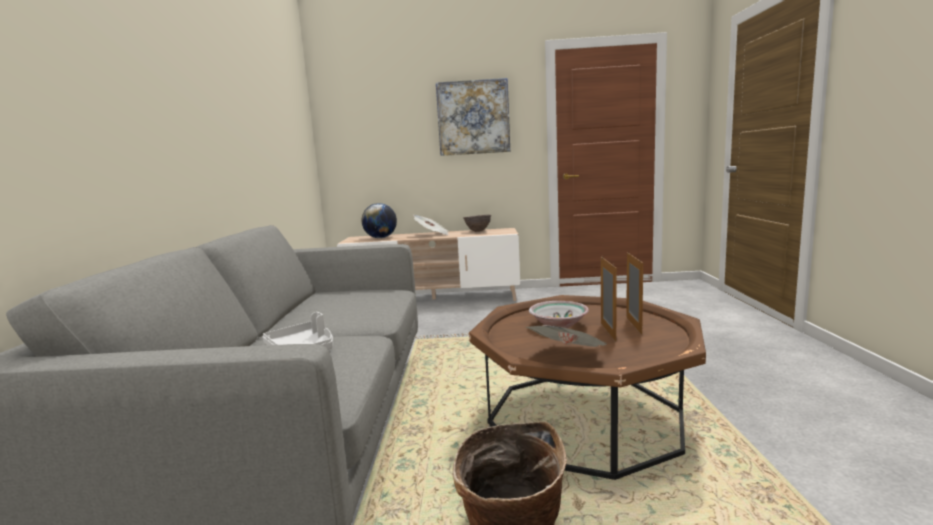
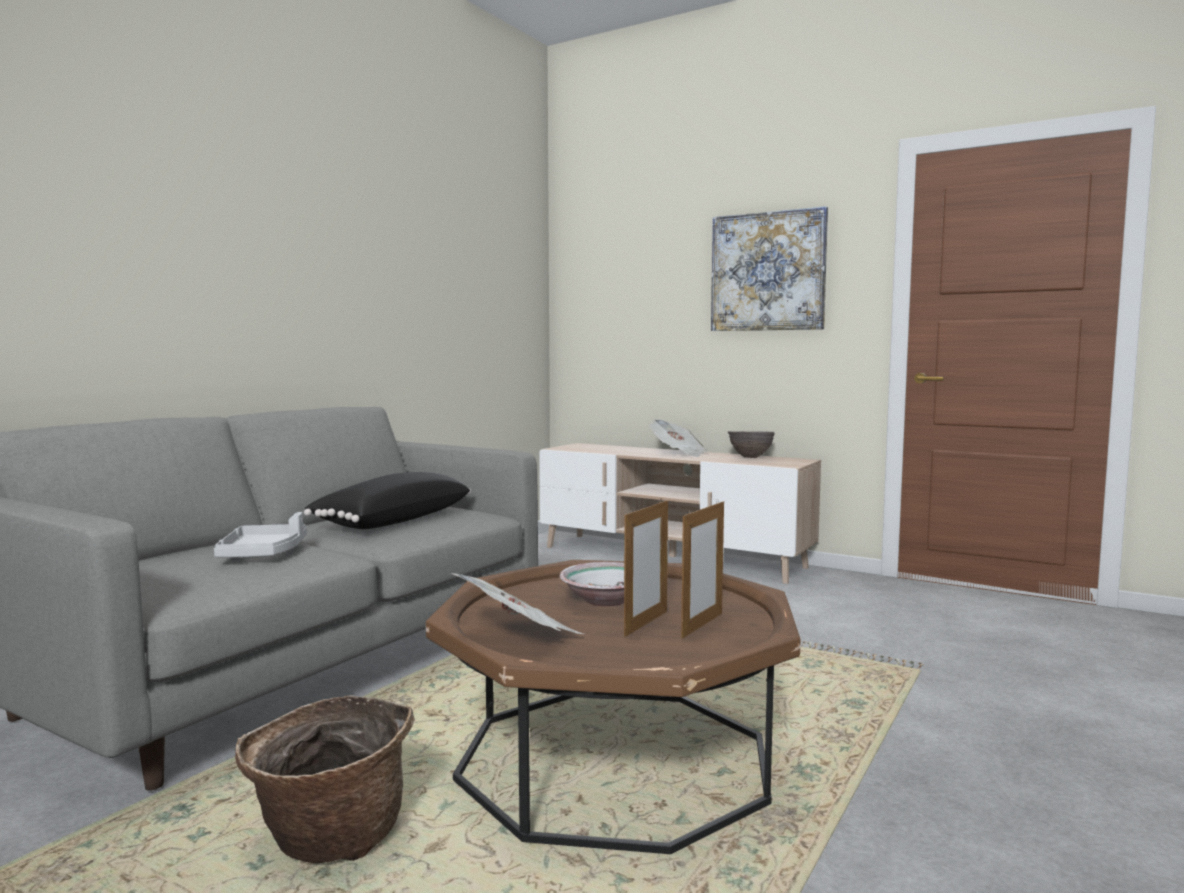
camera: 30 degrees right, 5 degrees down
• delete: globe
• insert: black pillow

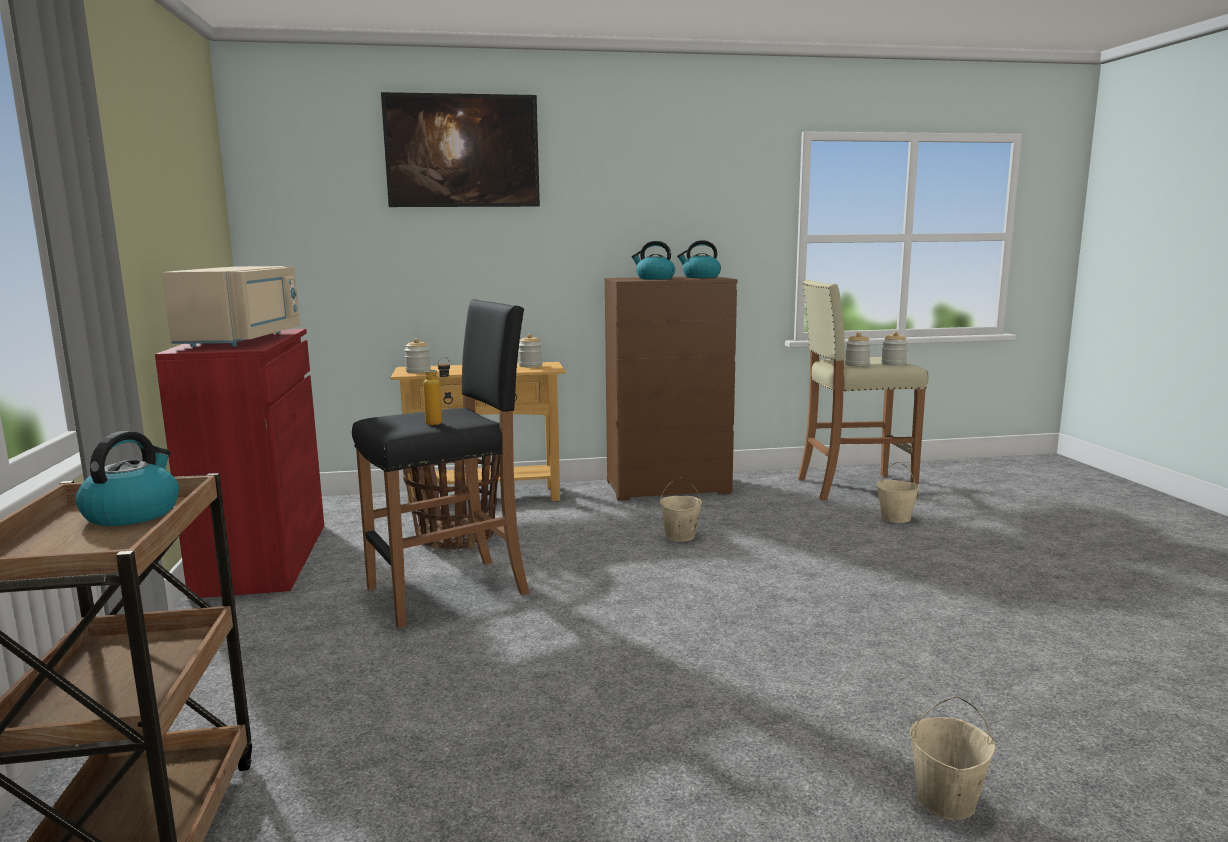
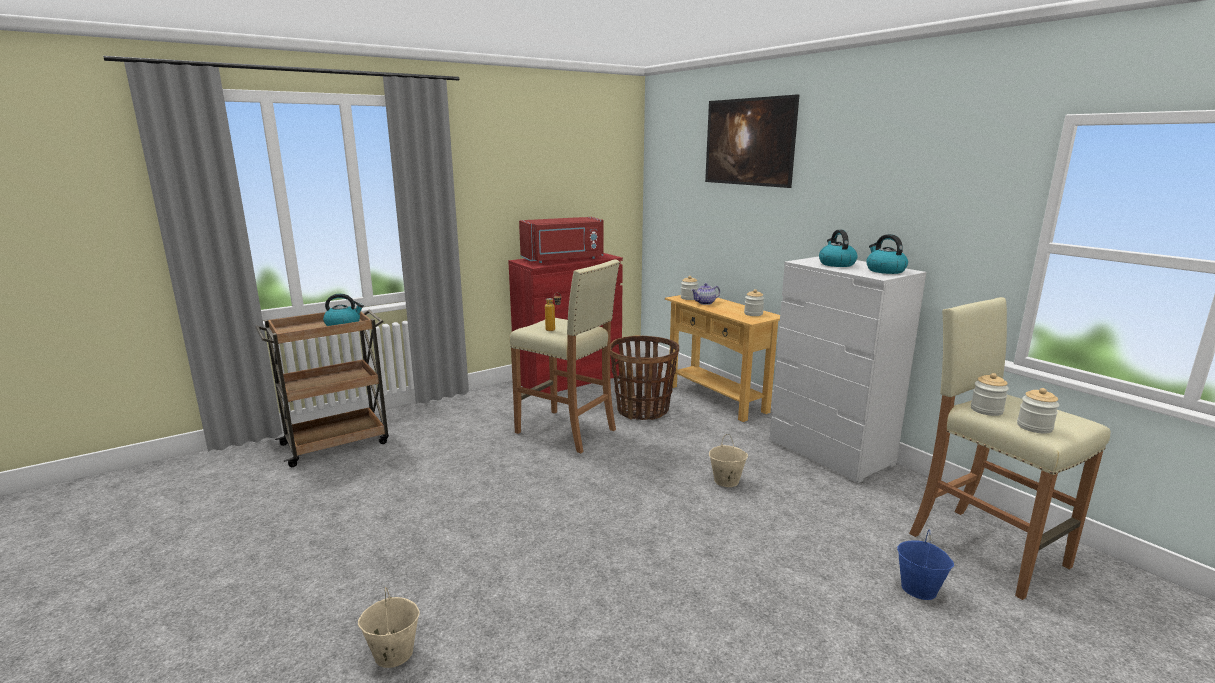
camera: 65 degrees right, 5 degrees up
• recolor: beige microwave to red microwave
• recolor: brown dresser to white dresser
• recolor: black stool to beige stool (1st from left)
• recolor: beige bucket (2nd from left) to blue bucket
• insert: teapot

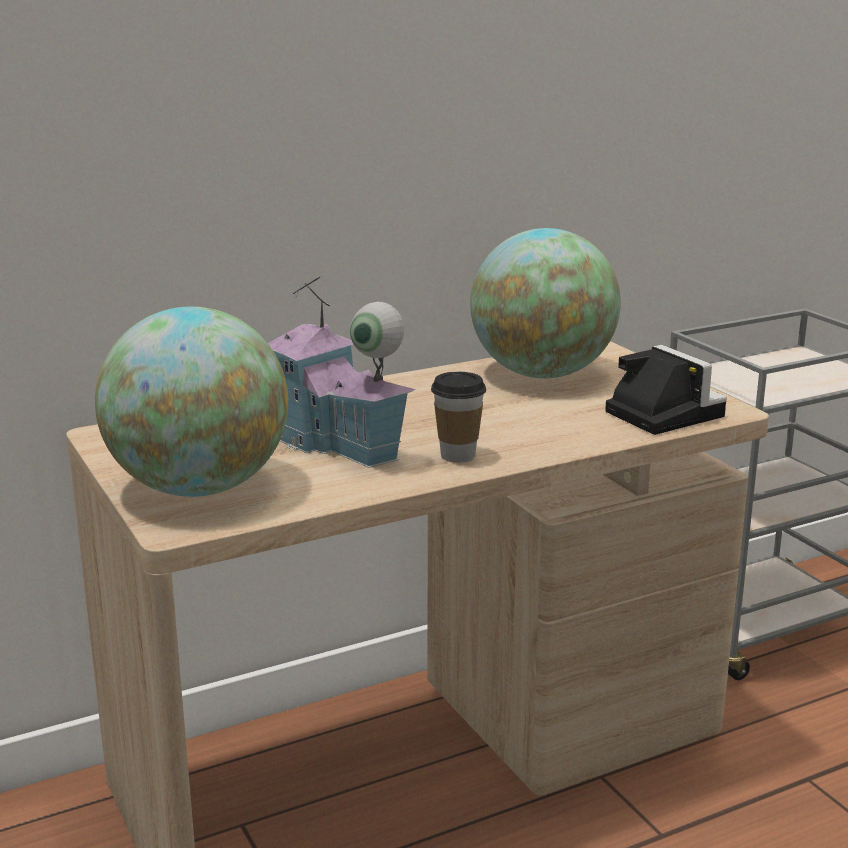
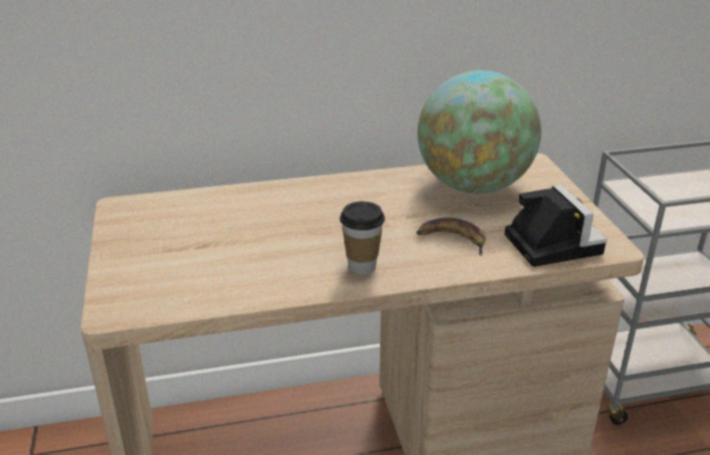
camera: 15 degrees right, 10 degrees up
• delete: toy house
• delete: globe (1st from left)
• insert: banana

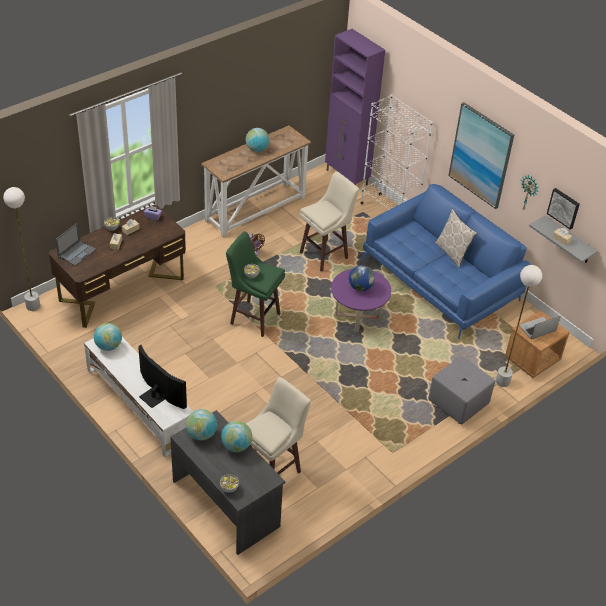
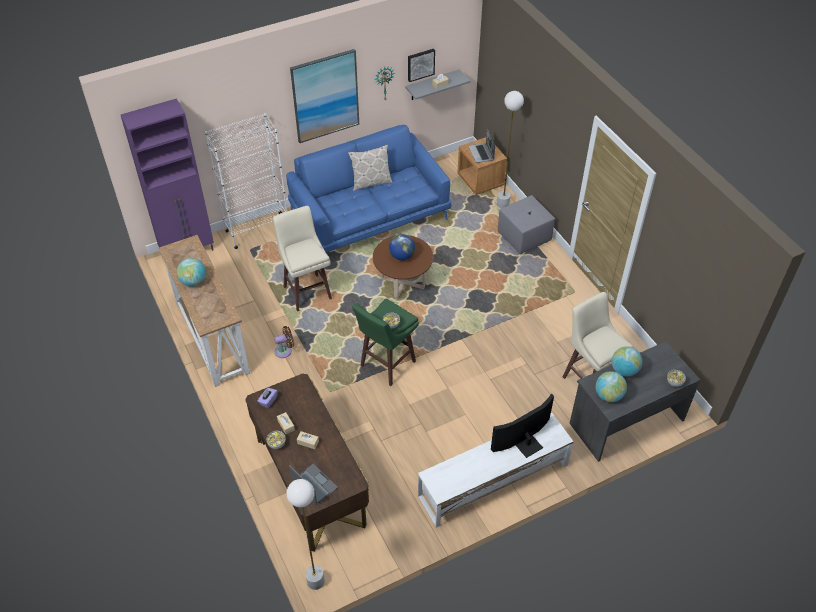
camera: 75 degrees left, 5 degrees up
• recolor: purple coffee table to brown coffee table
• delete: globe (1st from left)

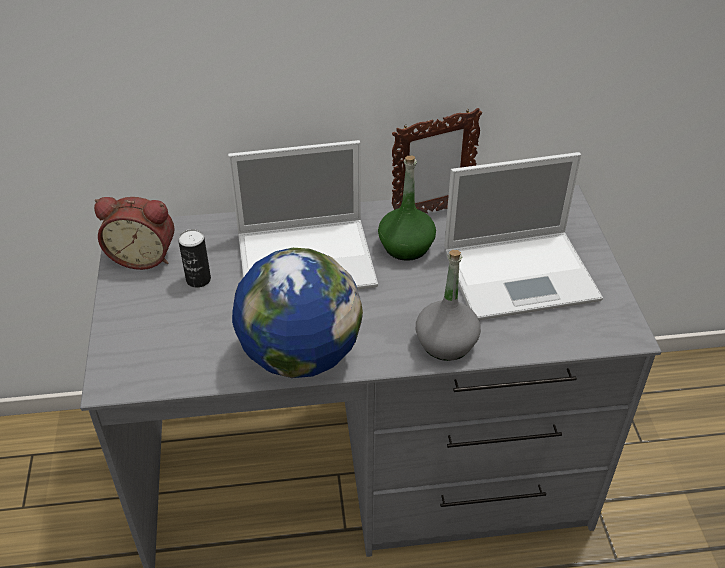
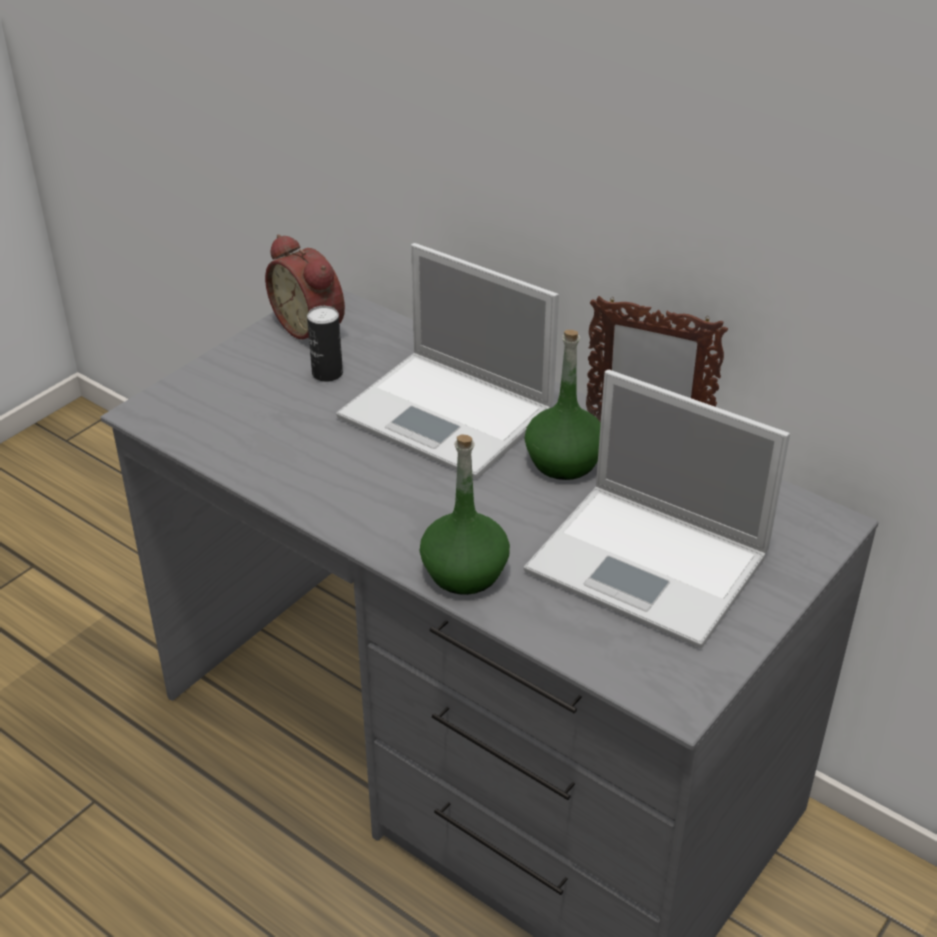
camera: 45 degrees right, 5 degrees down
• delete: globe
• recolor: grey bottle to green bottle (1st from left)

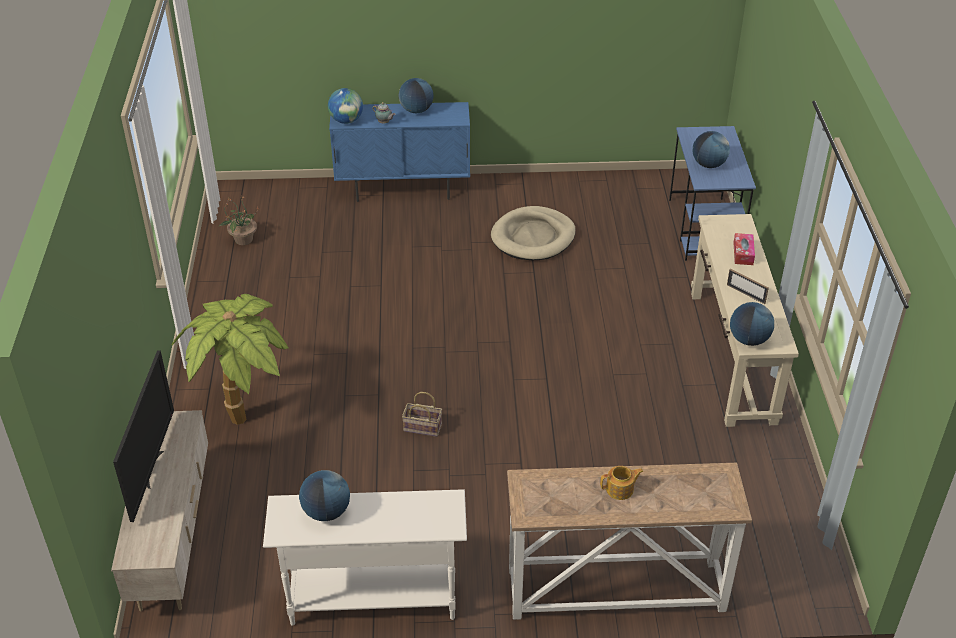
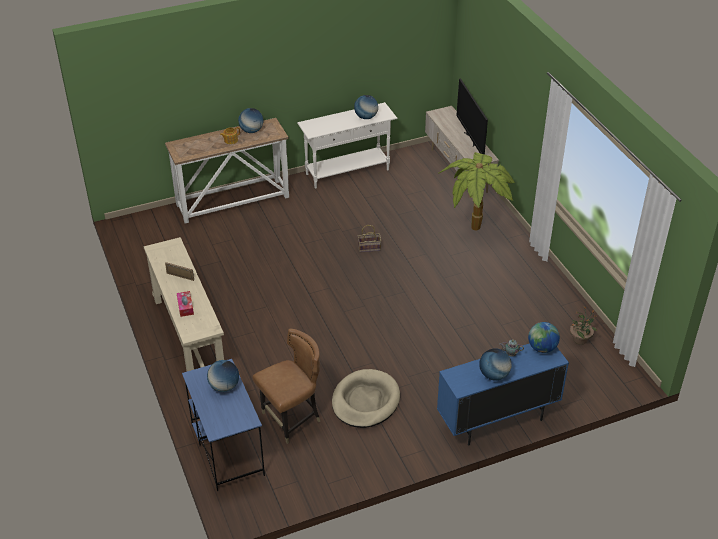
camera: 160 degrees right, 0 degrees up
• move: globe (5th from left in the first image) to globe (2nd from left)
• insert: brown chair

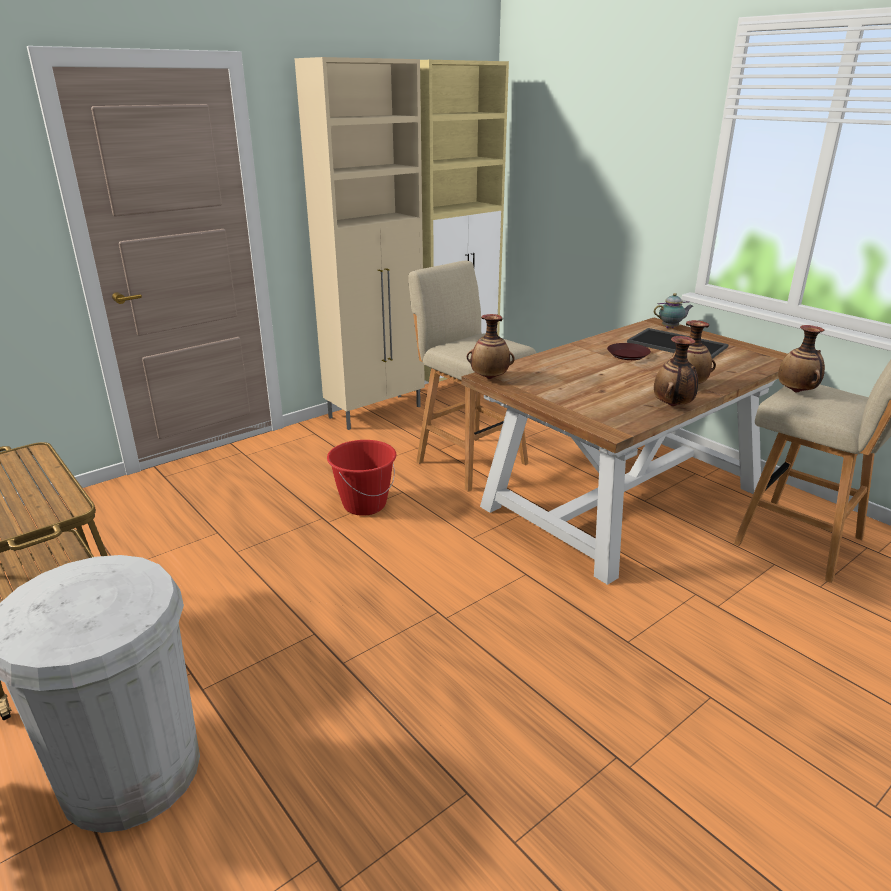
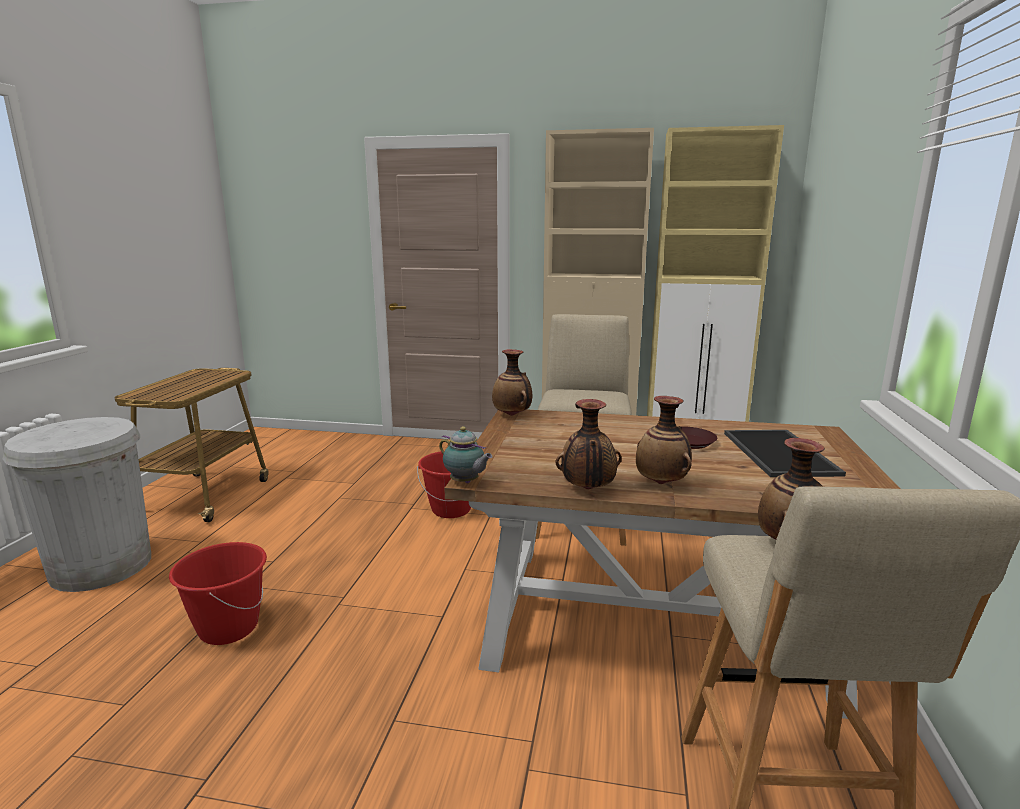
camera: 50 degrees right, 10 degrees down
• move: teapot
• insert: red bucket (1st from left)

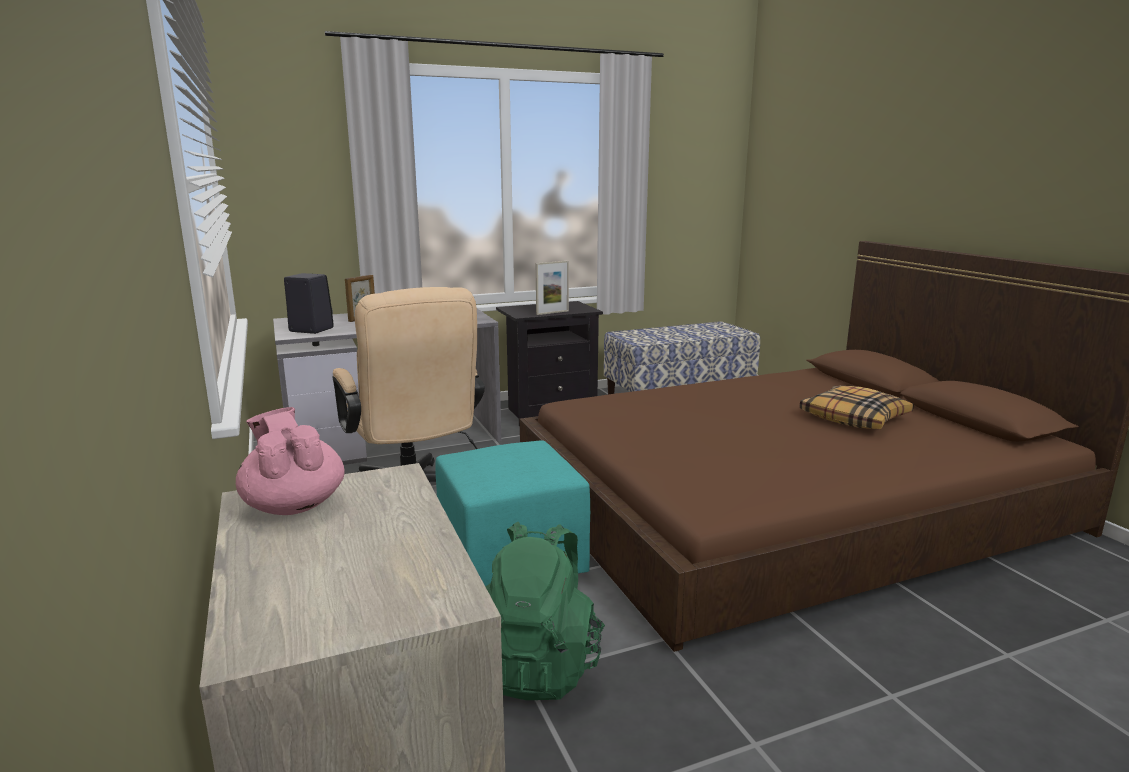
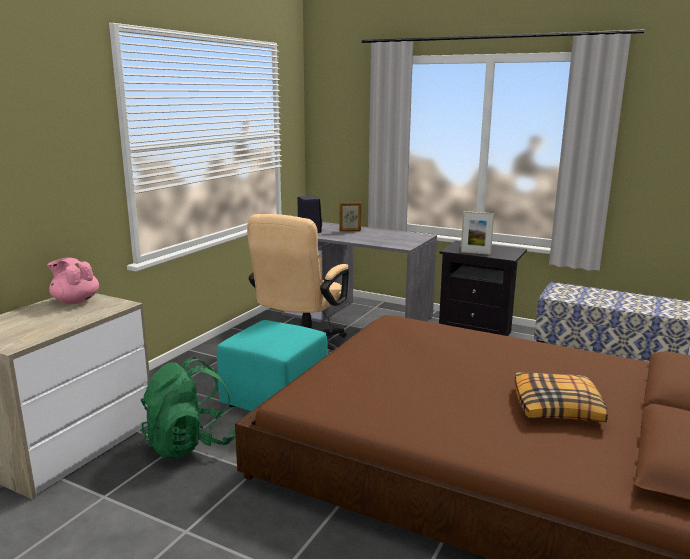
camera: 50 degrees right, 0 degrees up
• rotate: pink teapot 75 degrees counterclockwise

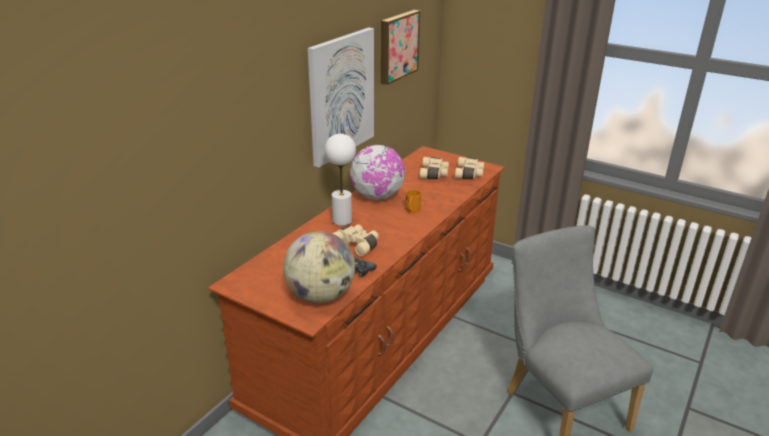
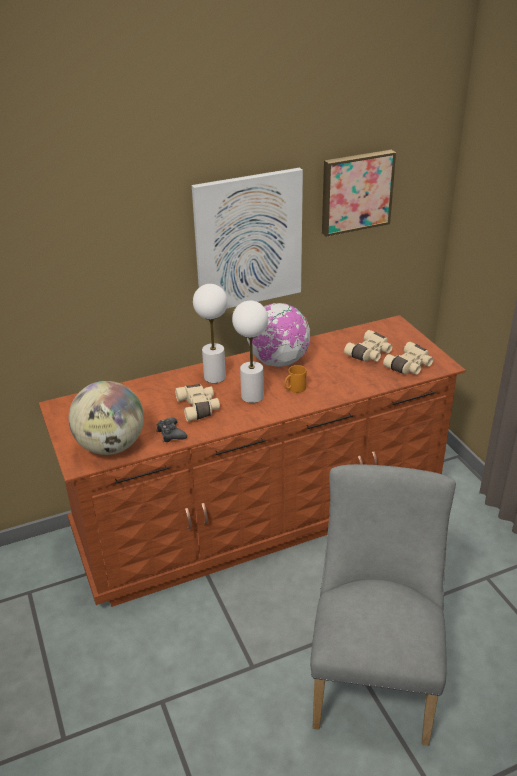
camera: 35 degrees right, 5 degrees up
• insert: white table lamp (2nd from left)

